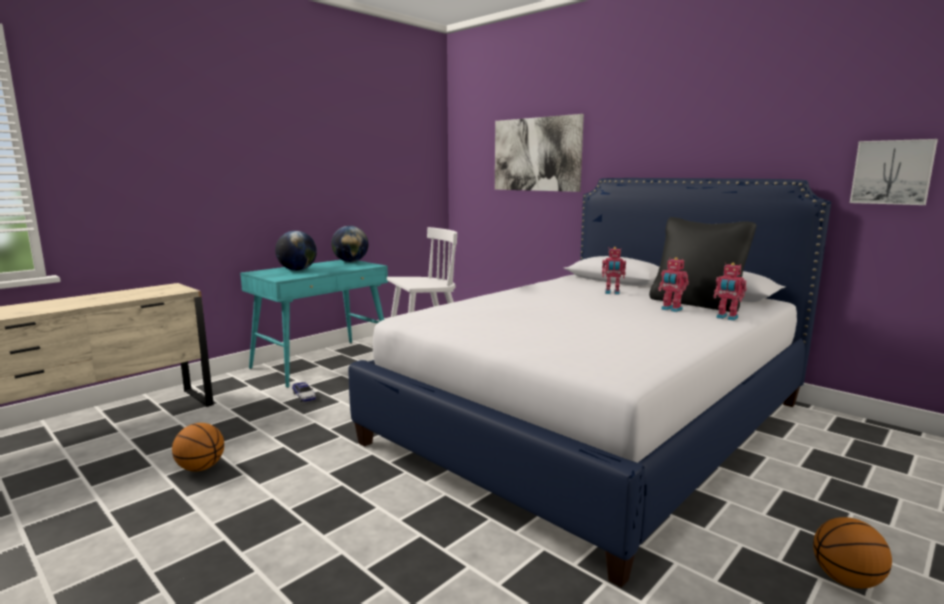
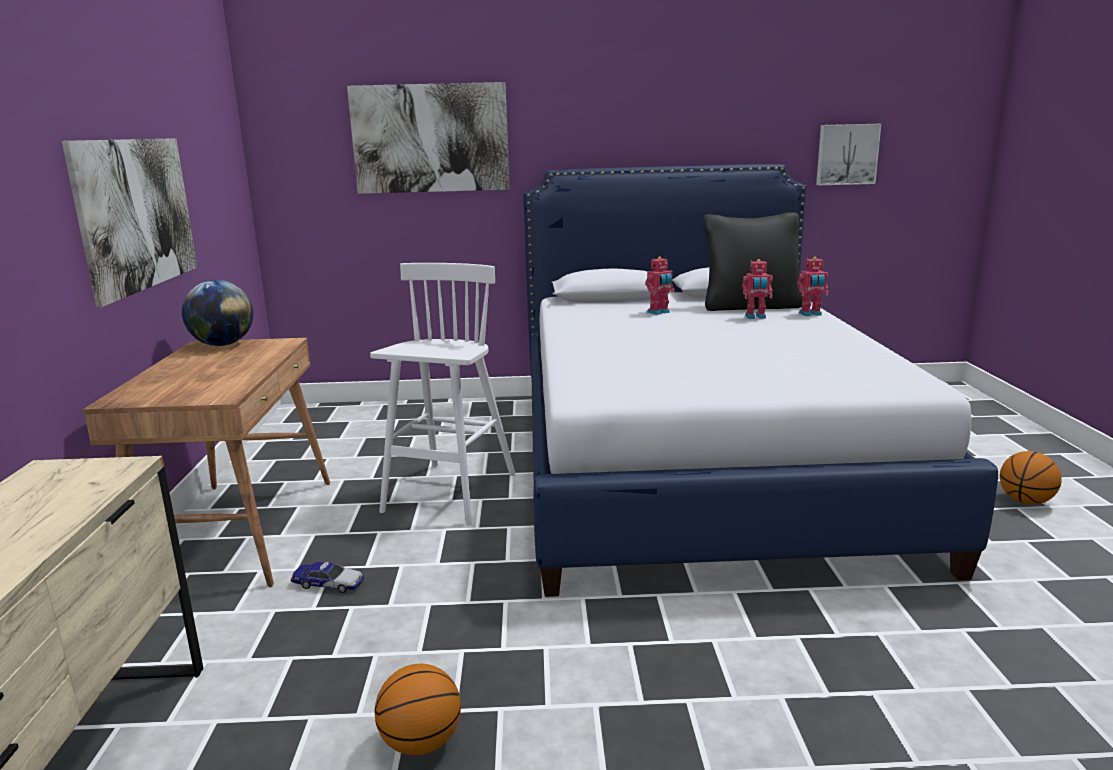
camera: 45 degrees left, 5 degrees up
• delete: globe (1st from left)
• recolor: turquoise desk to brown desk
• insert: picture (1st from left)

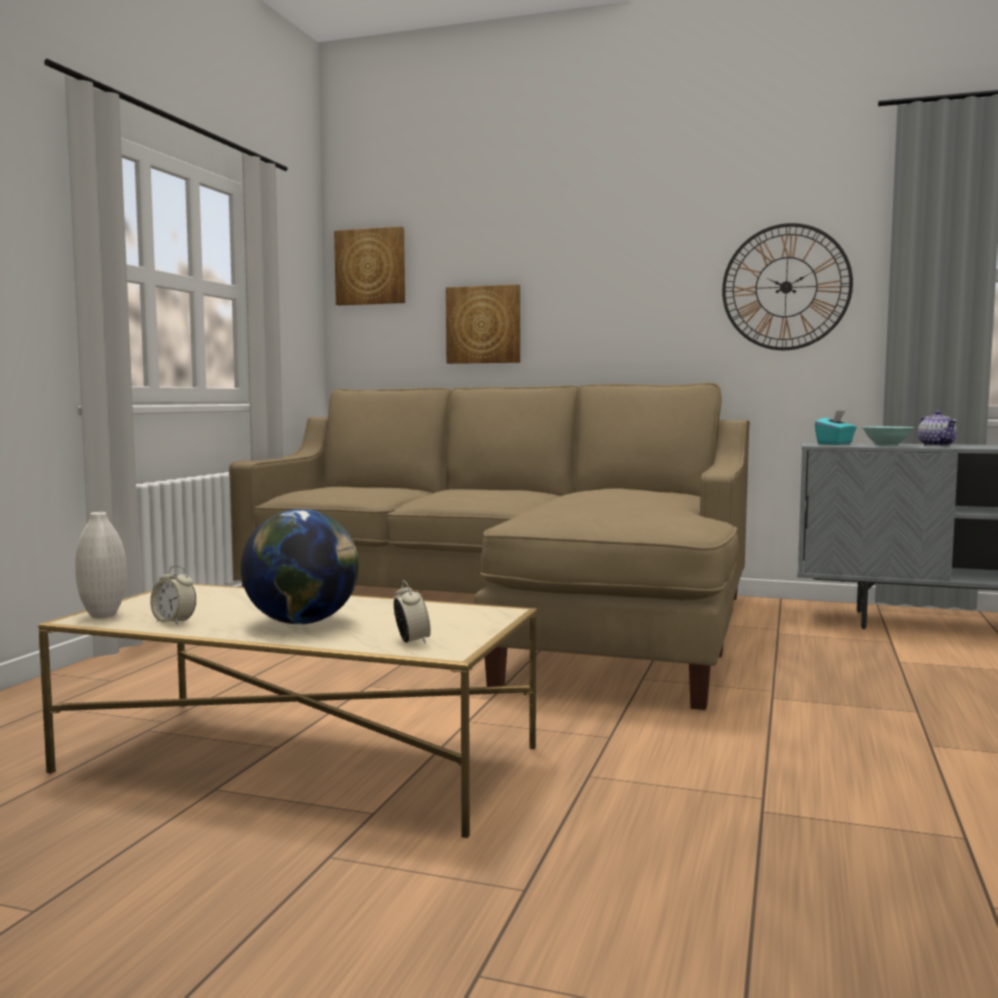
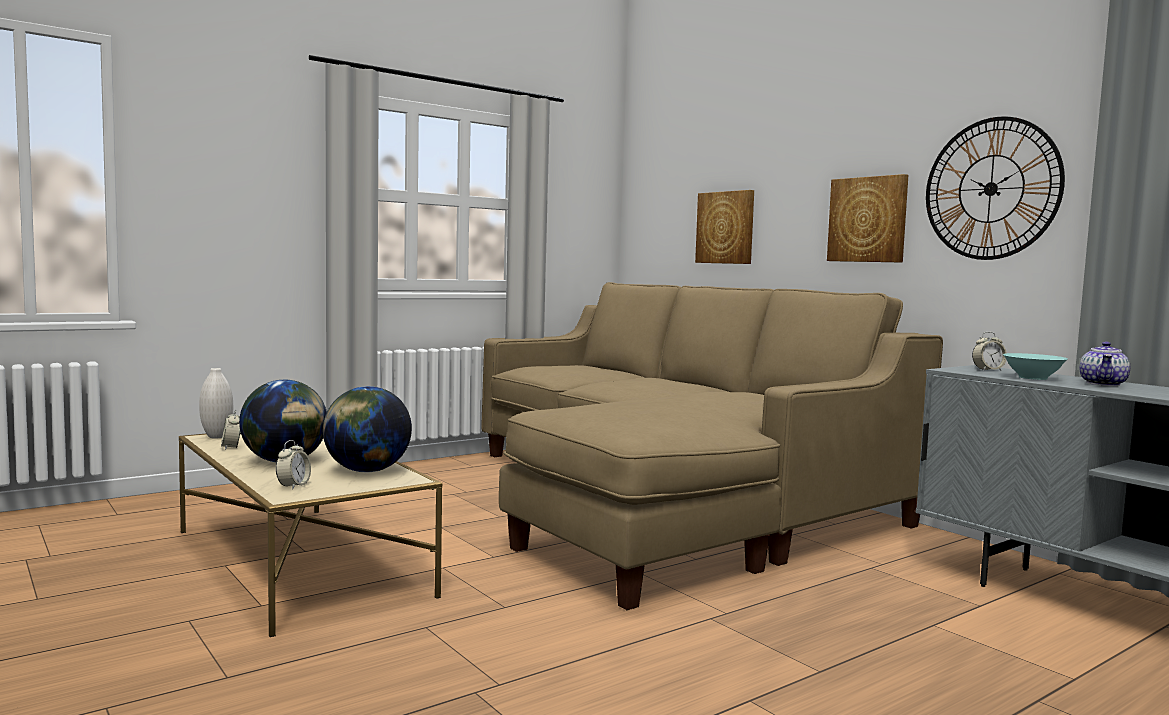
camera: 35 degrees right, 0 degrees up
• move: picture (1st from left in the first image) to picture (2nd from left)
• replace: turquoise tissue box to alarm clock (3rd from left)
• insert: globe (2nd from left)

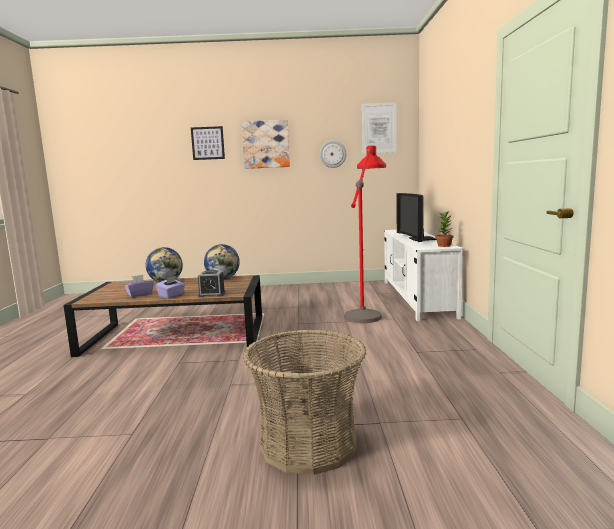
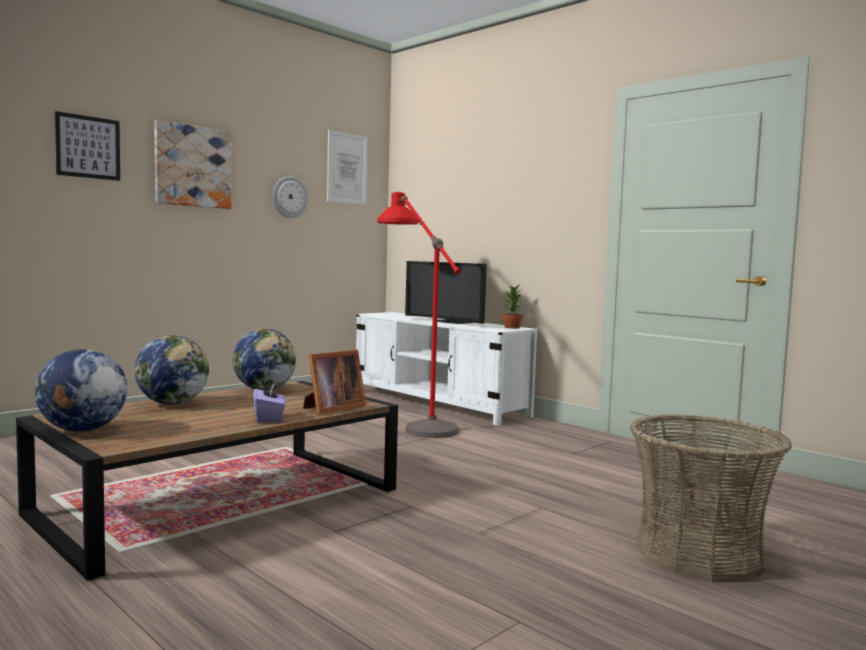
camera: 45 degrees left, 5 degrees down
• replace: alarm clock to picture frame
• delete: purple tissue box (1st from left)
• insert: globe (1st from left)

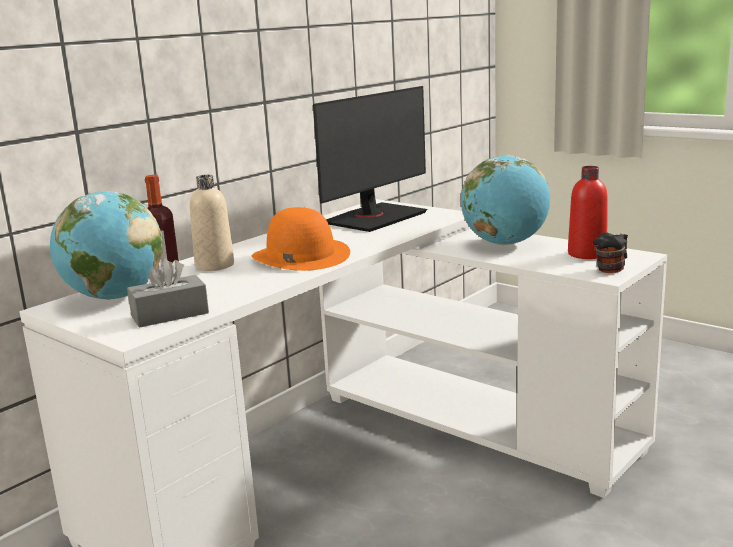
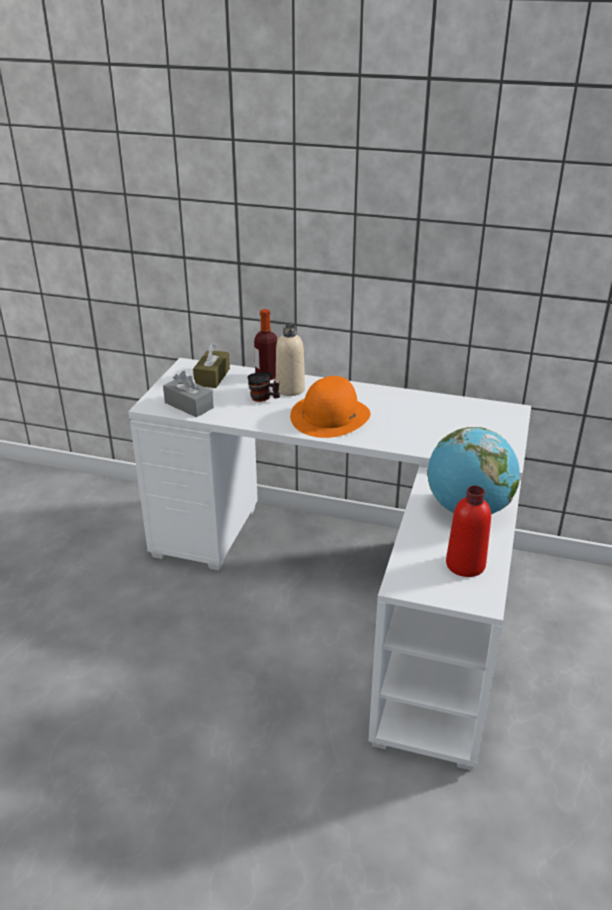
camera: 65 degrees right, 15 degrees up
• delete: monitor
• replace: globe (1st from left) to brown tissue box
• move: mug

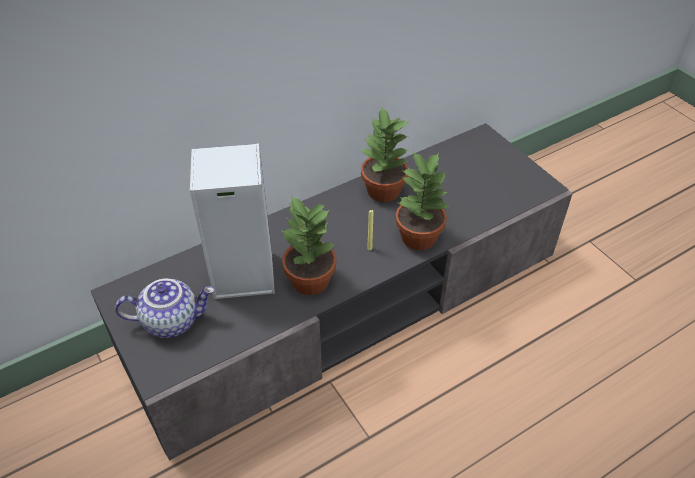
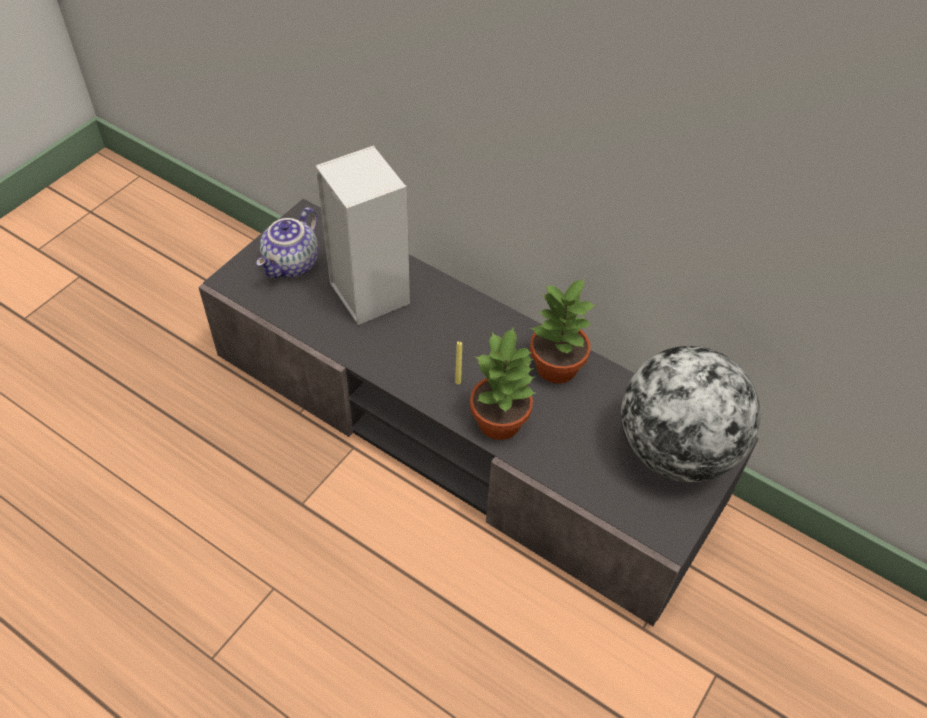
camera: 65 degrees right, 5 degrees up
• delete: potted plant (1st from left)
• rotate: teapot 60 degrees clockwise
• insert: globe

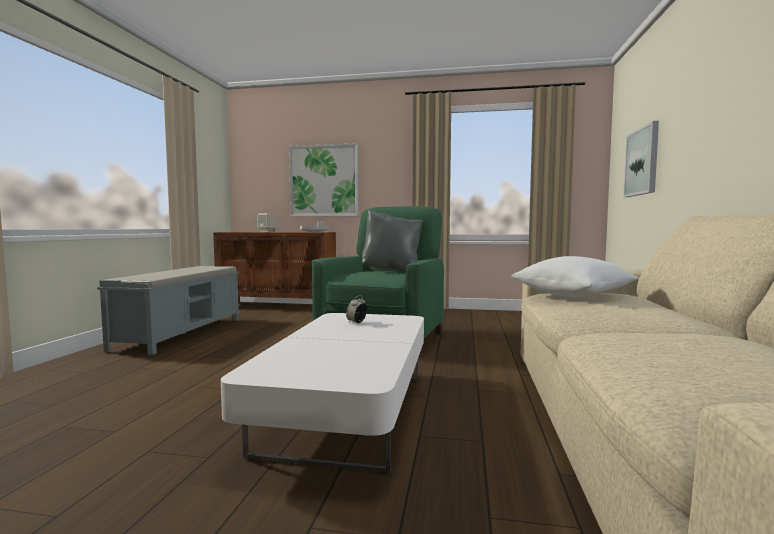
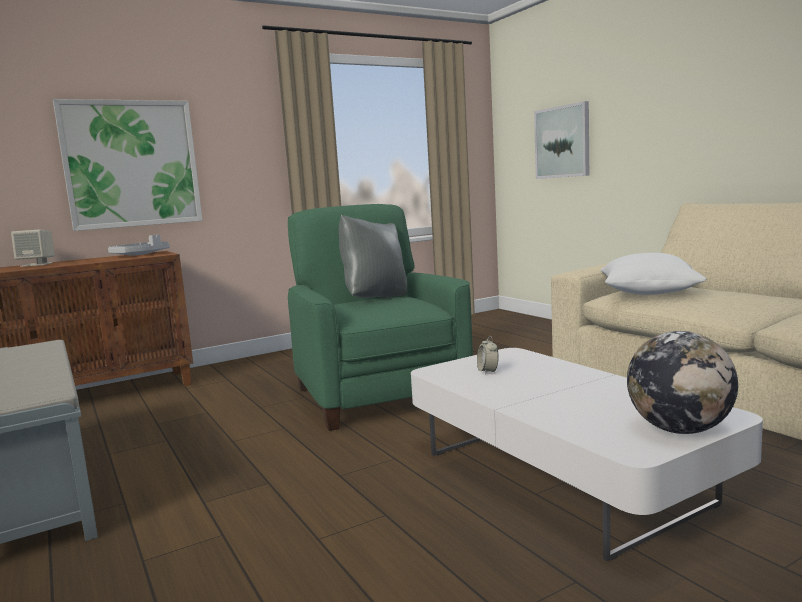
camera: 40 degrees left, 5 degrees up
• insert: globe

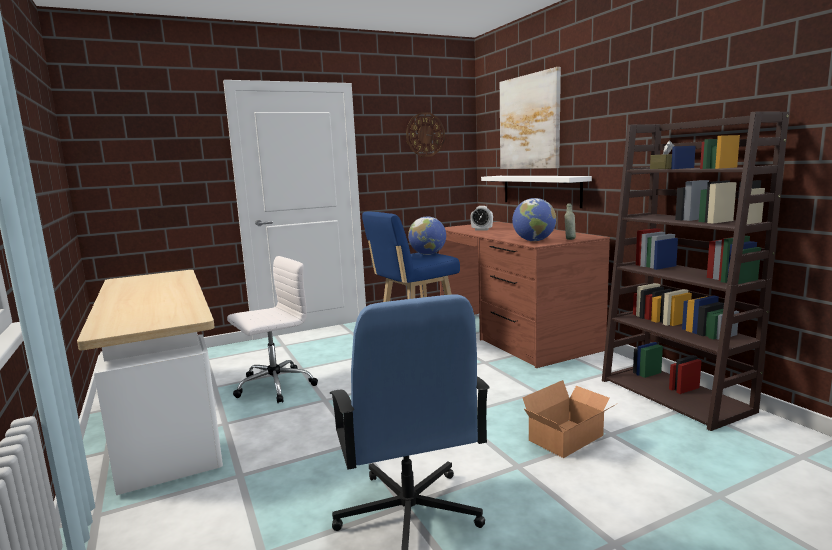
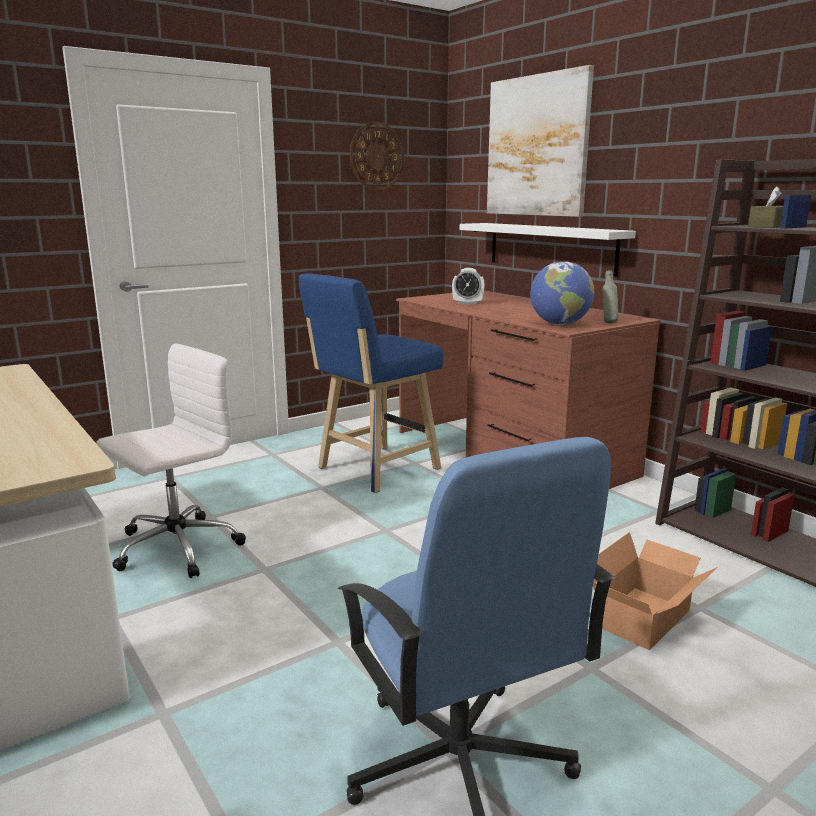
camera: 10 degrees left, 5 degrees up
• delete: globe (1st from left)

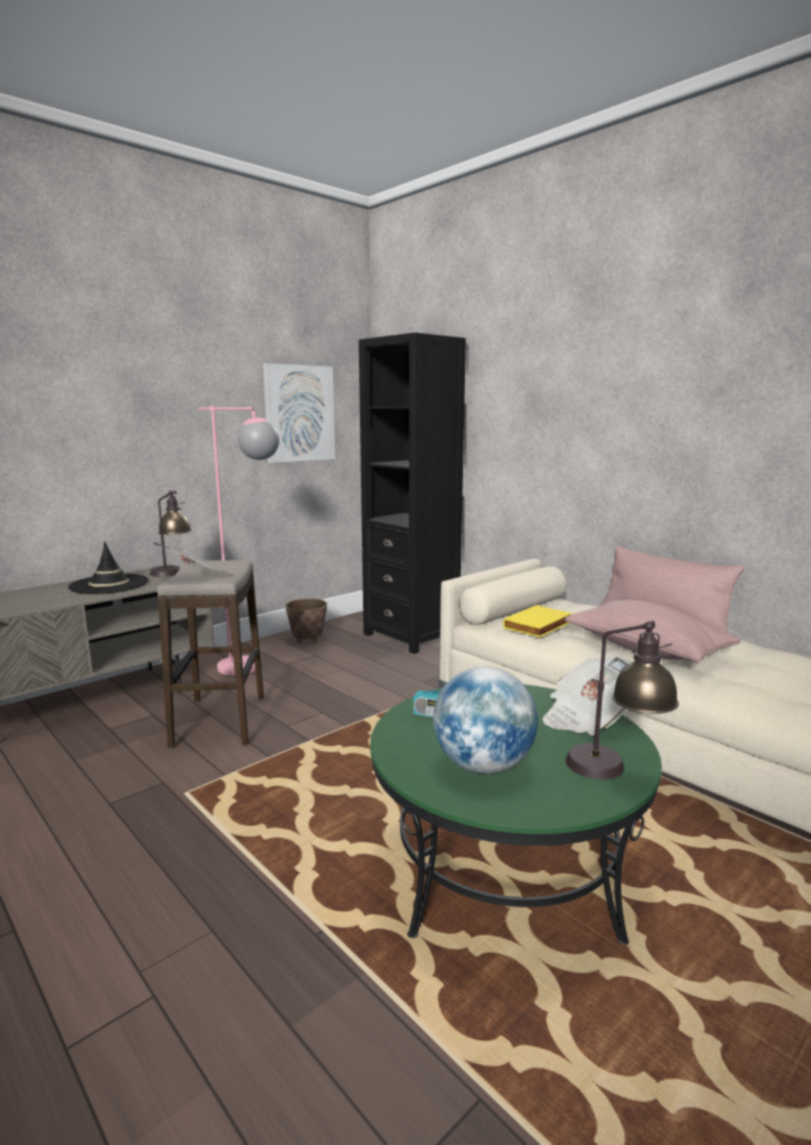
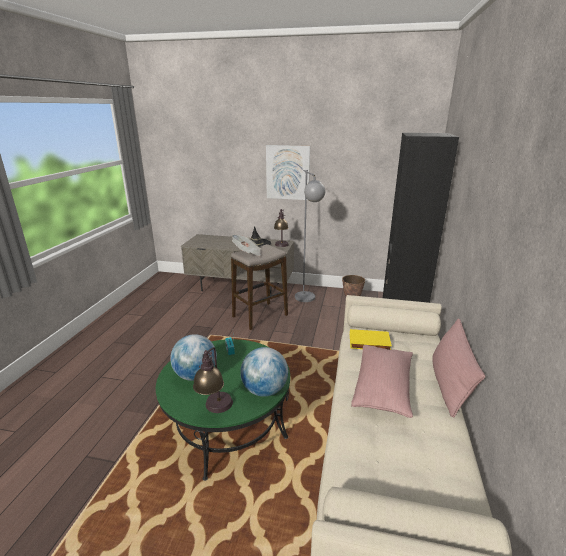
camera: 55 degrees right, 10 degrees up
• move: picture
• recolor: pink floor lamp to grey floor lamp
• replace: newspaper (2nd from left) to globe (2nd from left)

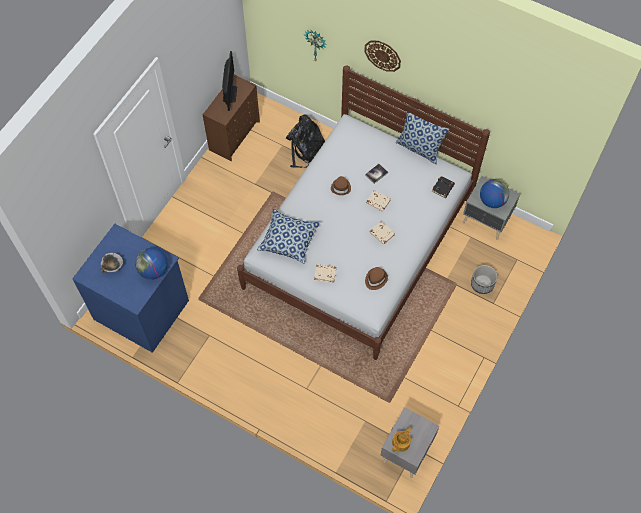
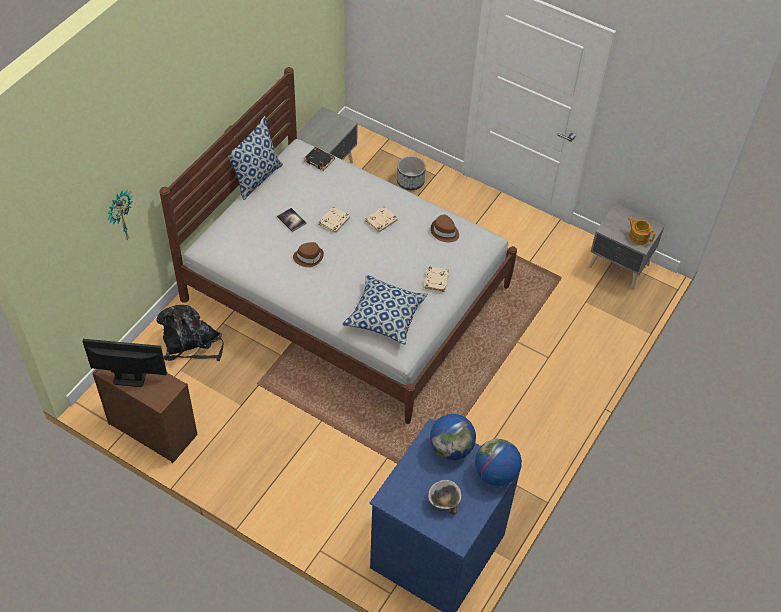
camera: 90 degrees left, 10 degrees down
• delete: wall clock (2nd from left)
• move: globe (2nd from left)

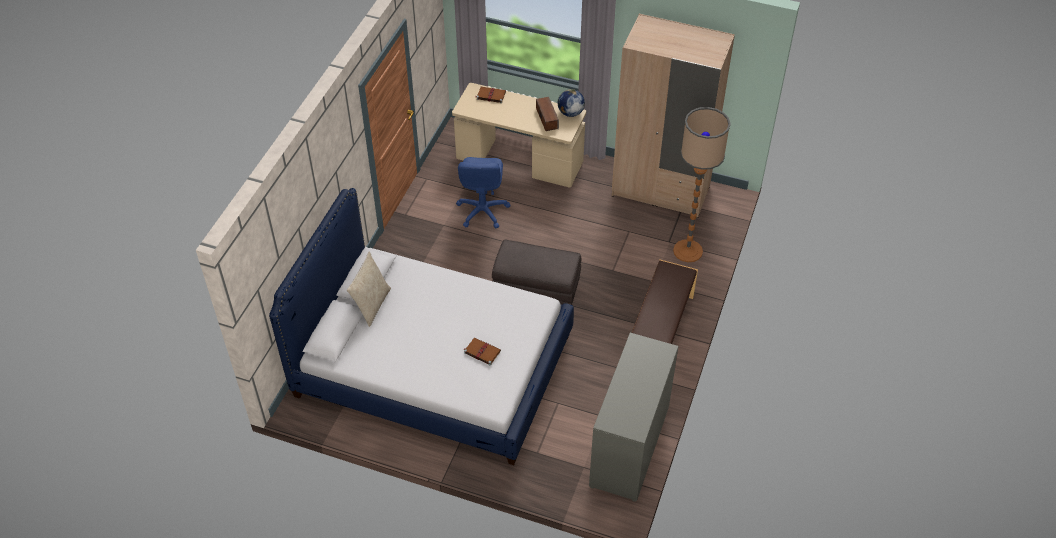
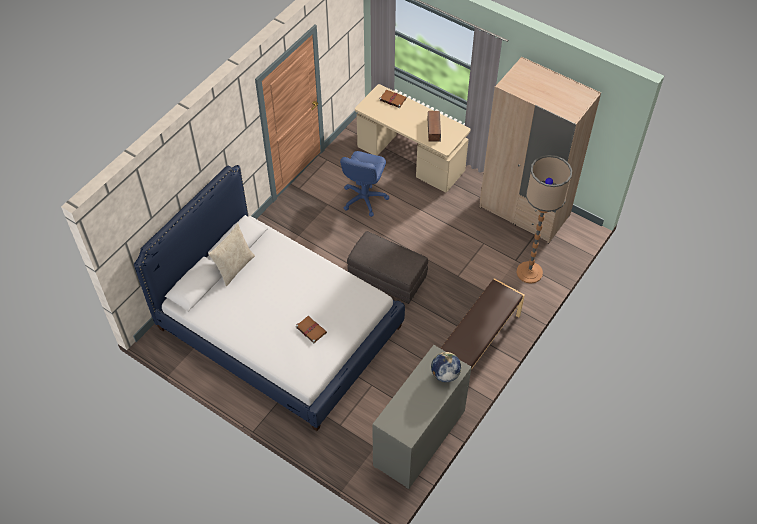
camera: 15 degrees right, 5 degrees up
• move: globe

